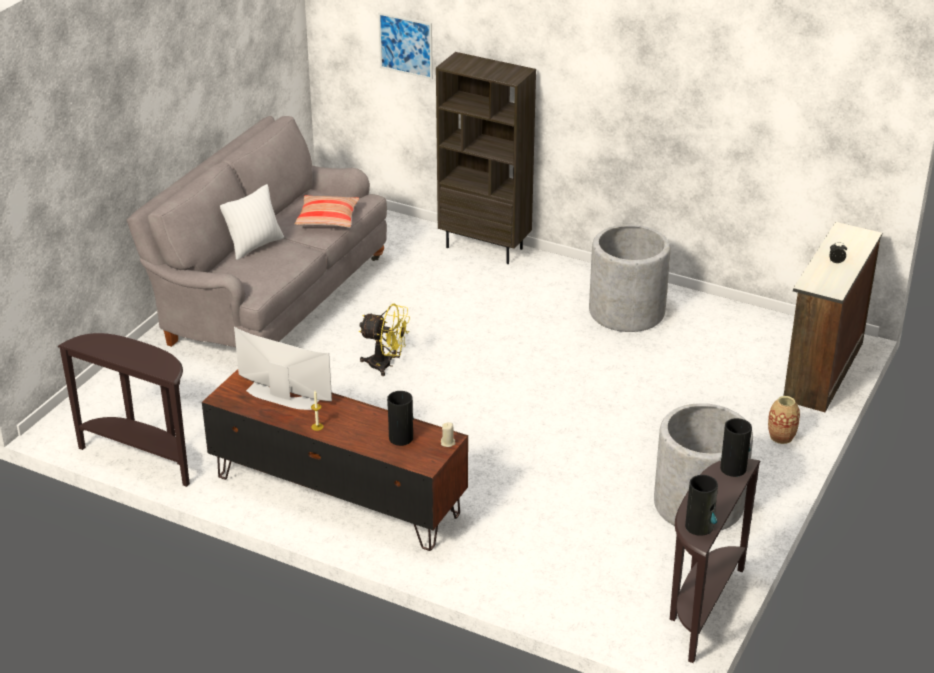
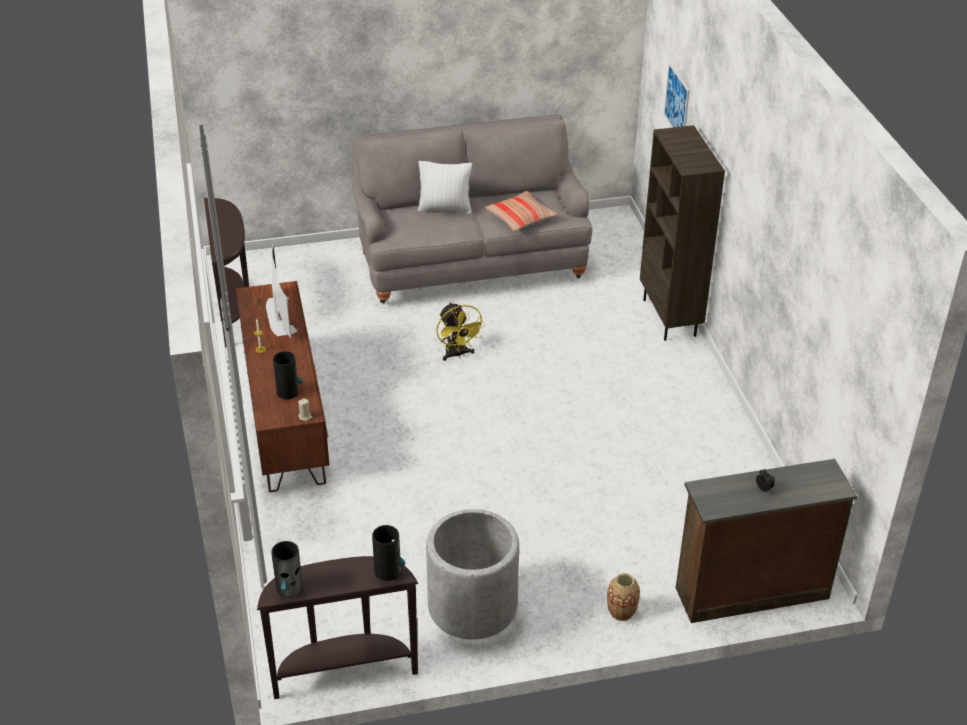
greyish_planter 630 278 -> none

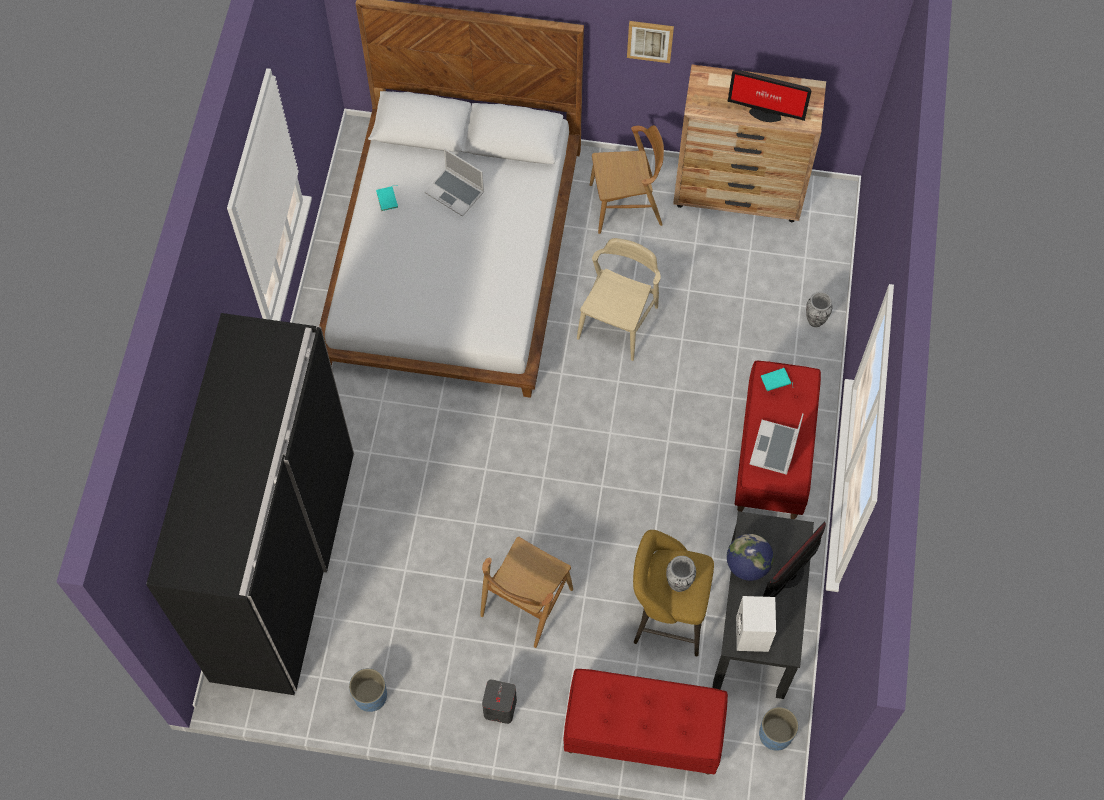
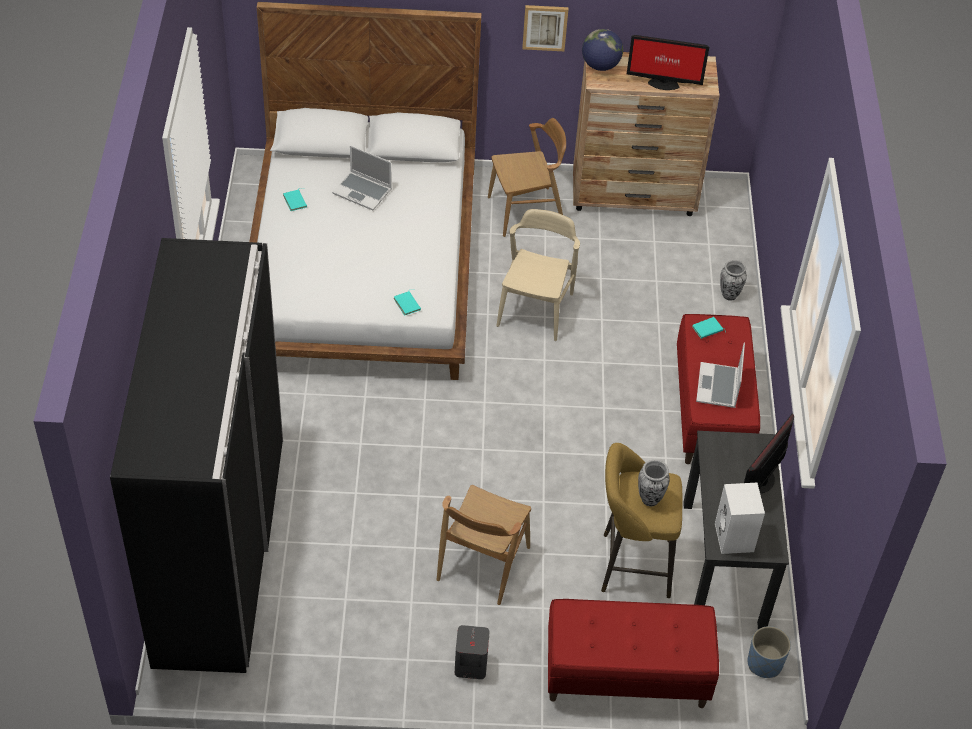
blue-coloured_planter 368 690 -> none
desk_globe 750 557 -> desk_globe 602 50, relocated
none -> blue-green_volume 407 303

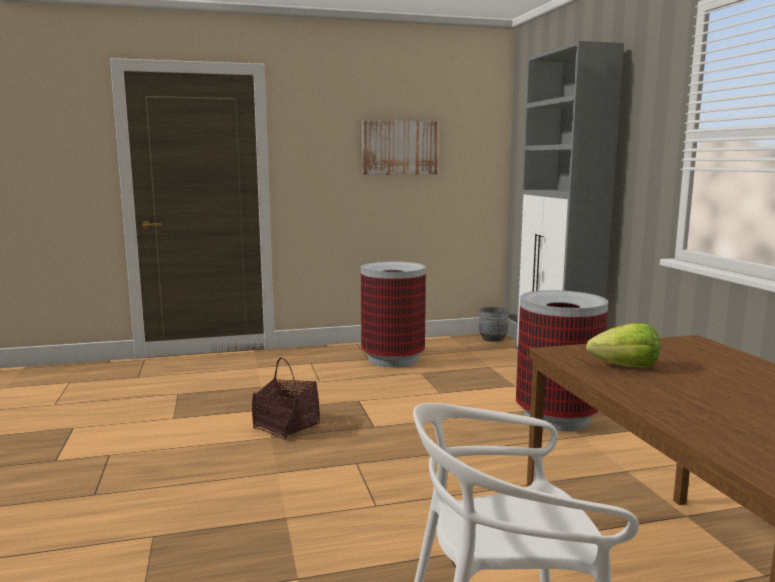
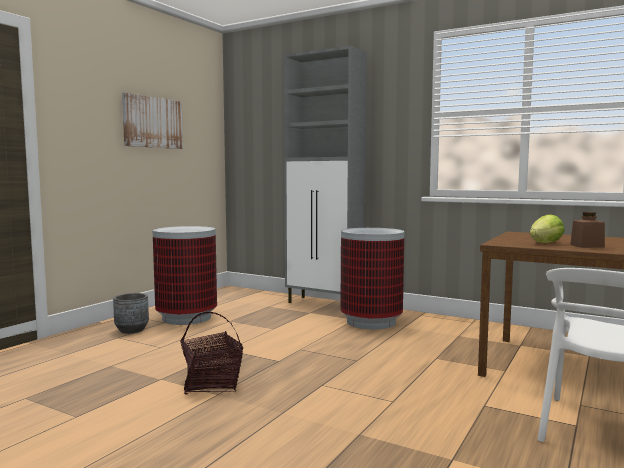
greyish_planter 494 324 -> greyish_planter 131 313, relocated
none -> brown-coloured_storage_jar 587 230

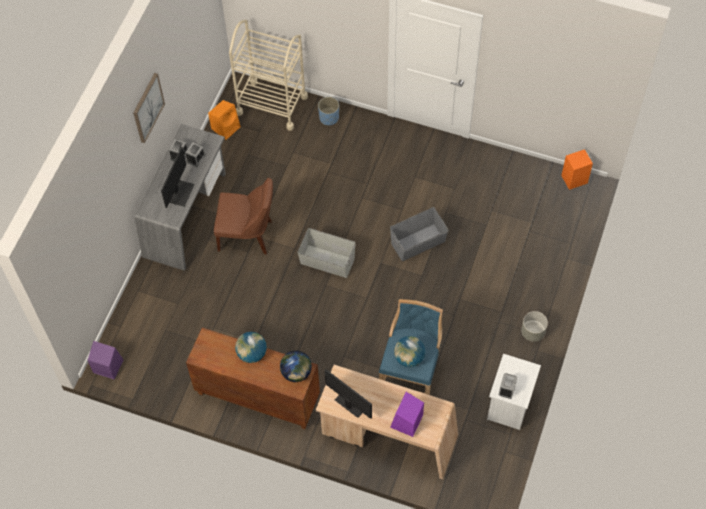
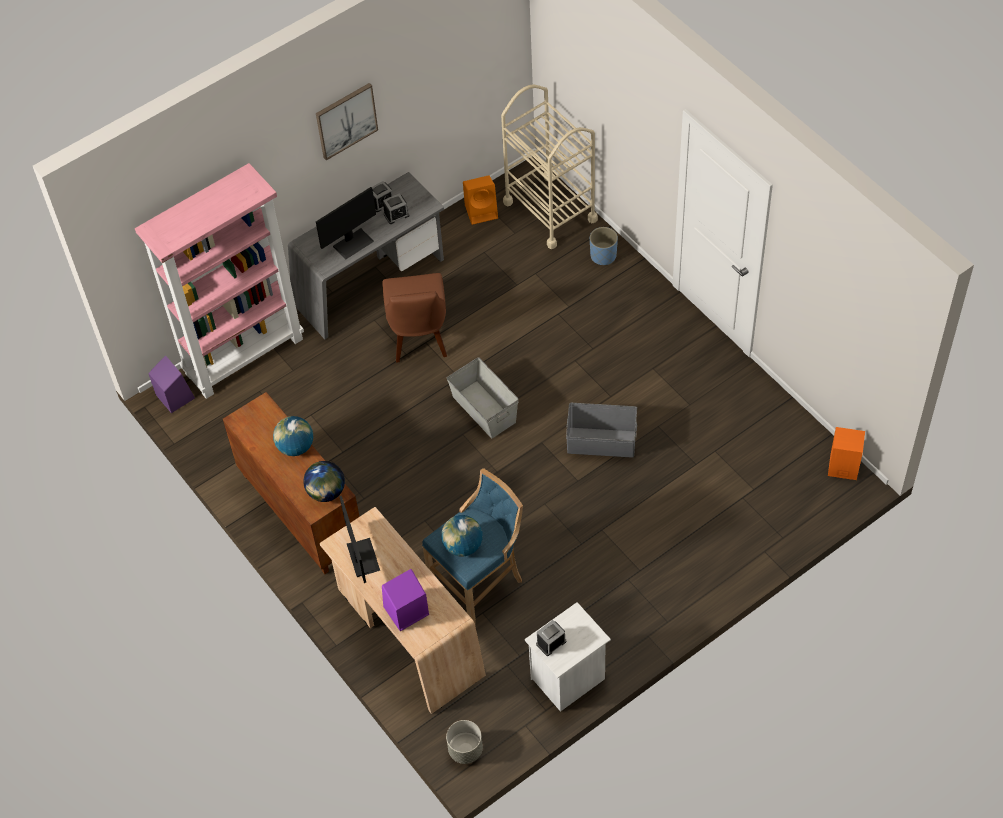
brown-coloured_plain_chair 243 216 -> brown-coloured_plain_chair 414 318, 45 degrees clockwise
greyish_planter 534 326 -> greyish_planter 464 742, relocated
none -> pinkish_bookcase 219 281

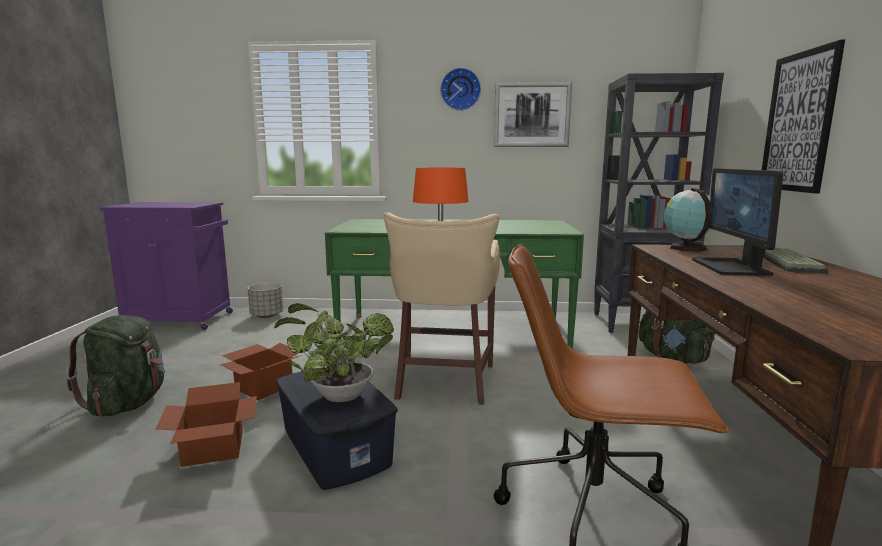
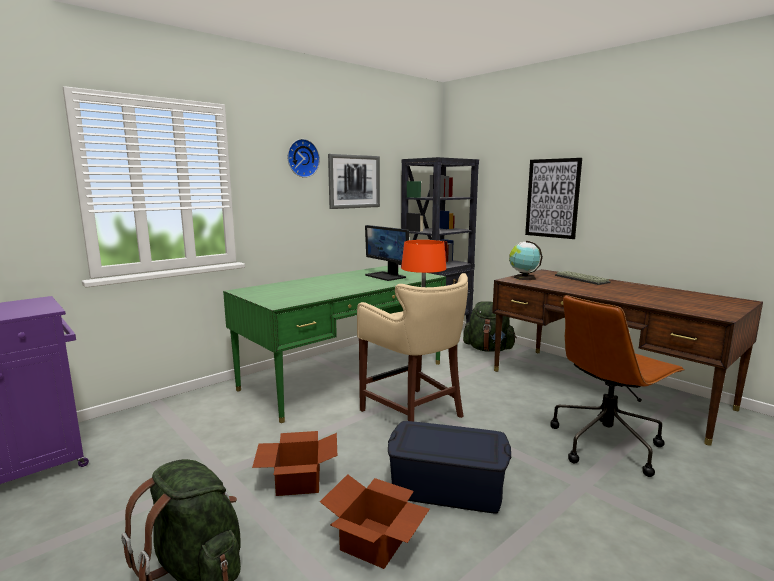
greyish_planter 265 300 -> none
houseplant 334 352 -> none
computer_display 737 222 -> computer_display 387 253, relocated

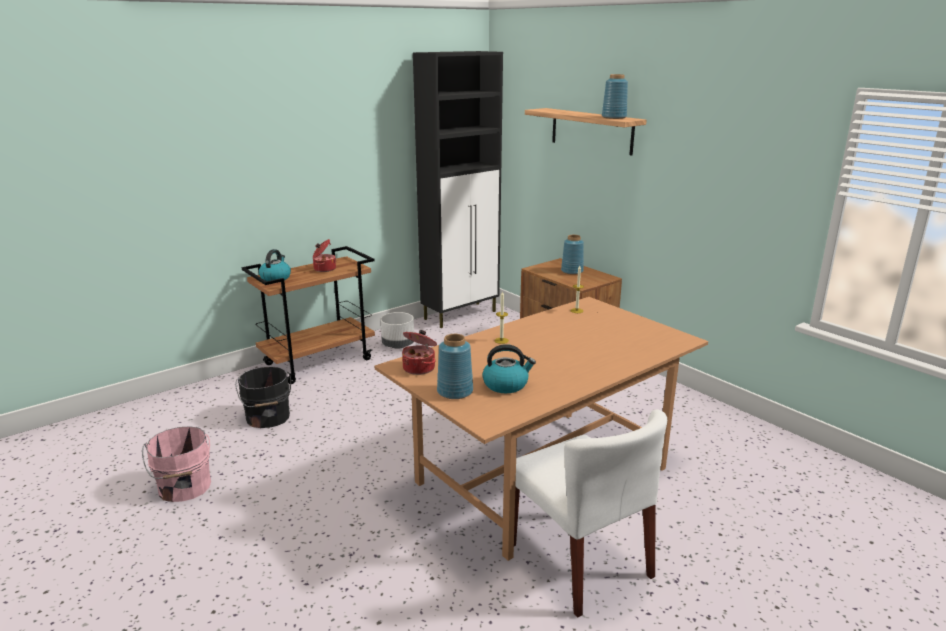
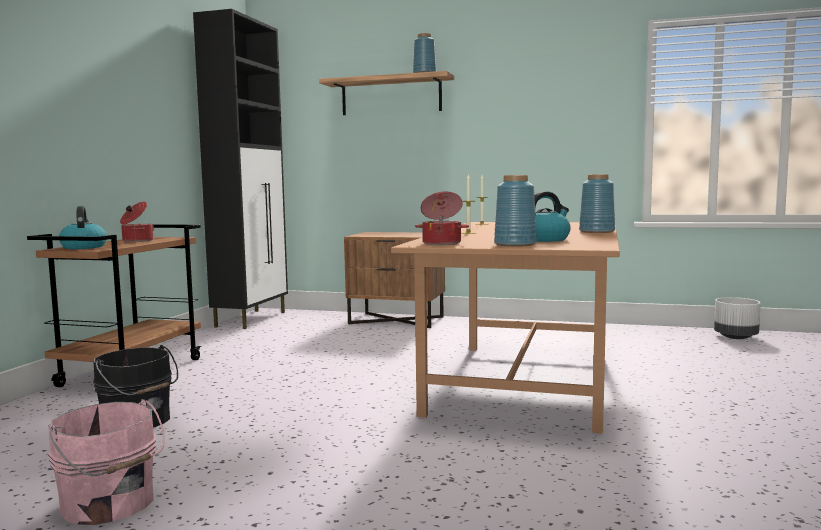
white-coloured_planter 397 330 -> white-coloured_planter 737 318, relocated
white-coloured_plain_chair 590 514 -> none
blue-coloured_flower_vase 572 255 -> blue-coloured_flower_vase 597 203, relocated

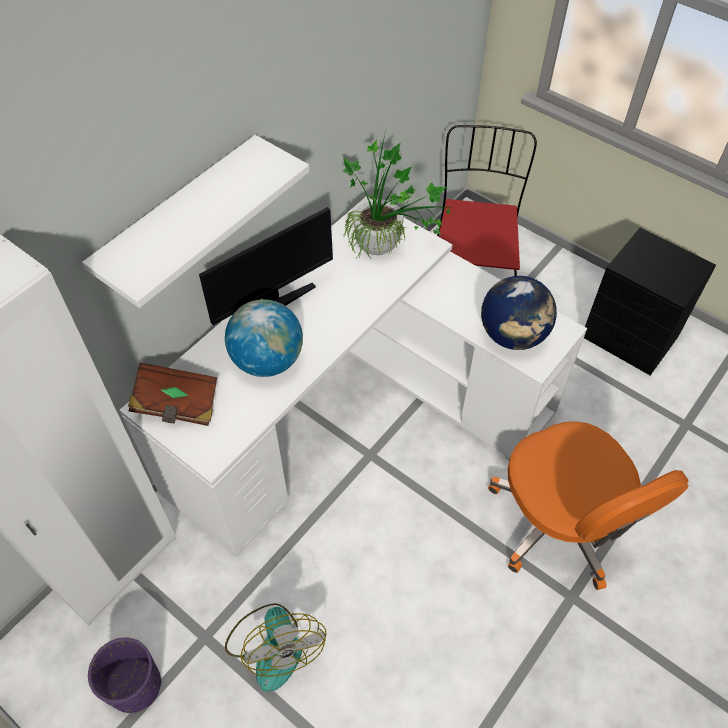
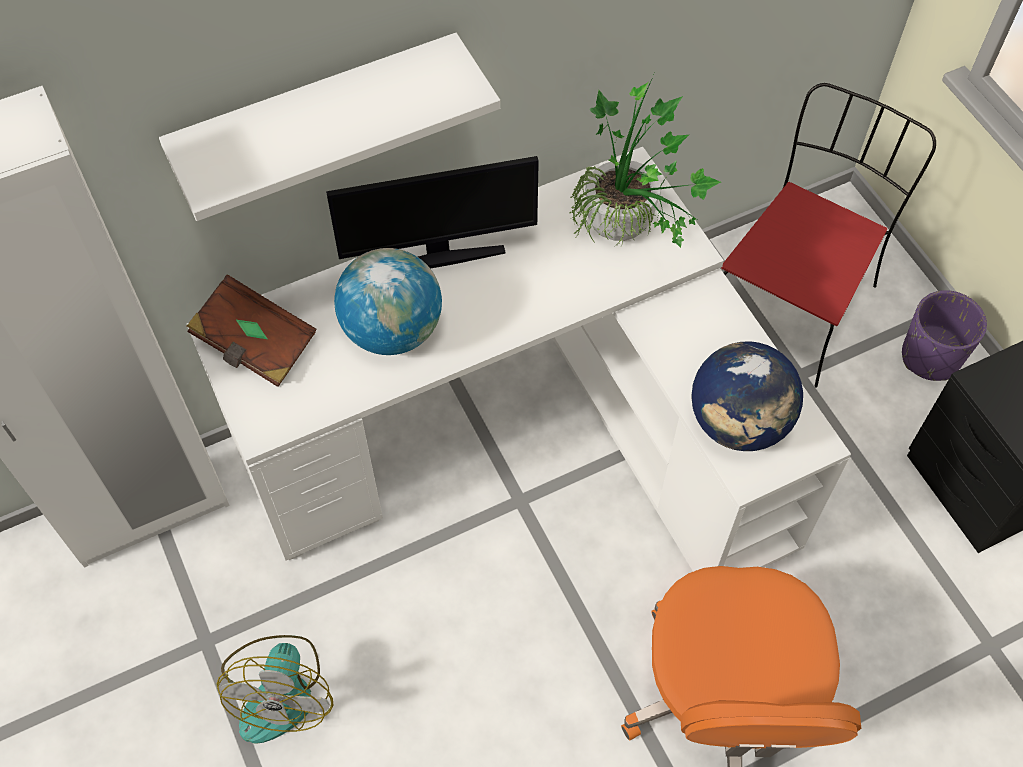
purplish_planter 124 675 -> purplish_planter 944 335, relocated

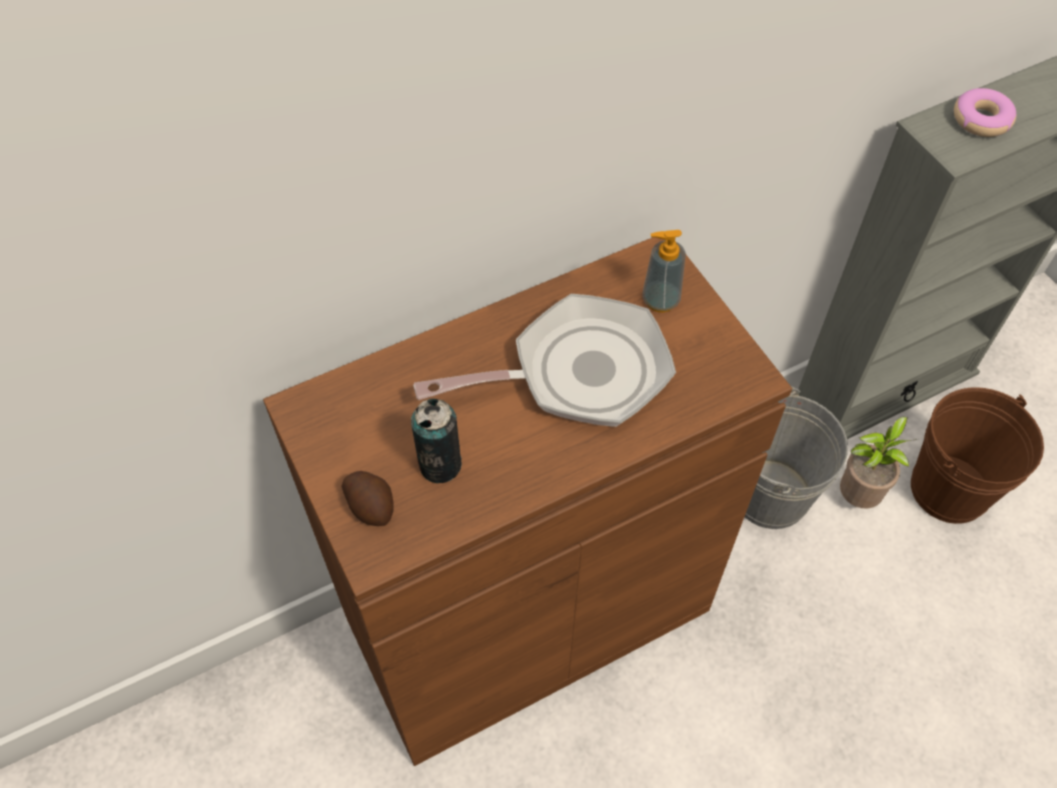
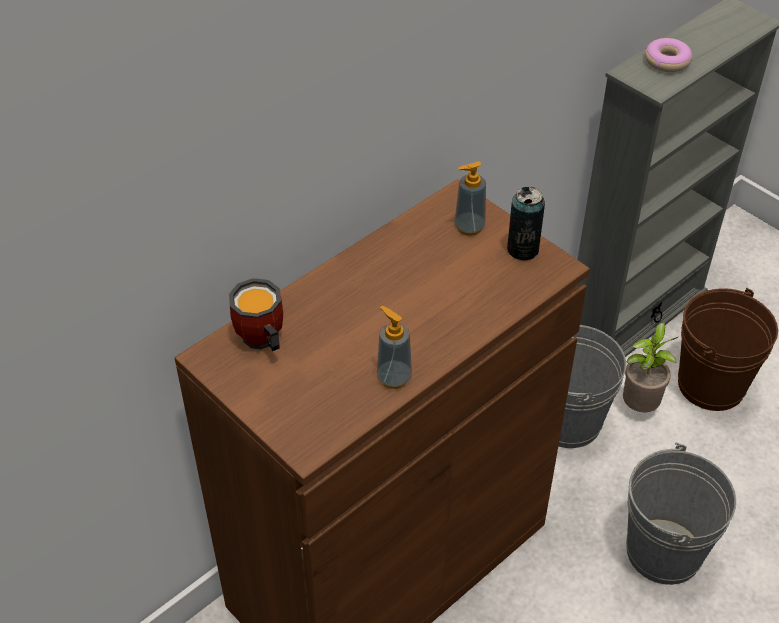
potato 367 498 -> none
metal_can 436 440 -> metal_can 526 223, relocated
frying_pan 544 360 -> none
none -> coffee_mug 256 314
none -> soap_dispenser 394 347
none -> greyish_pail 681 513

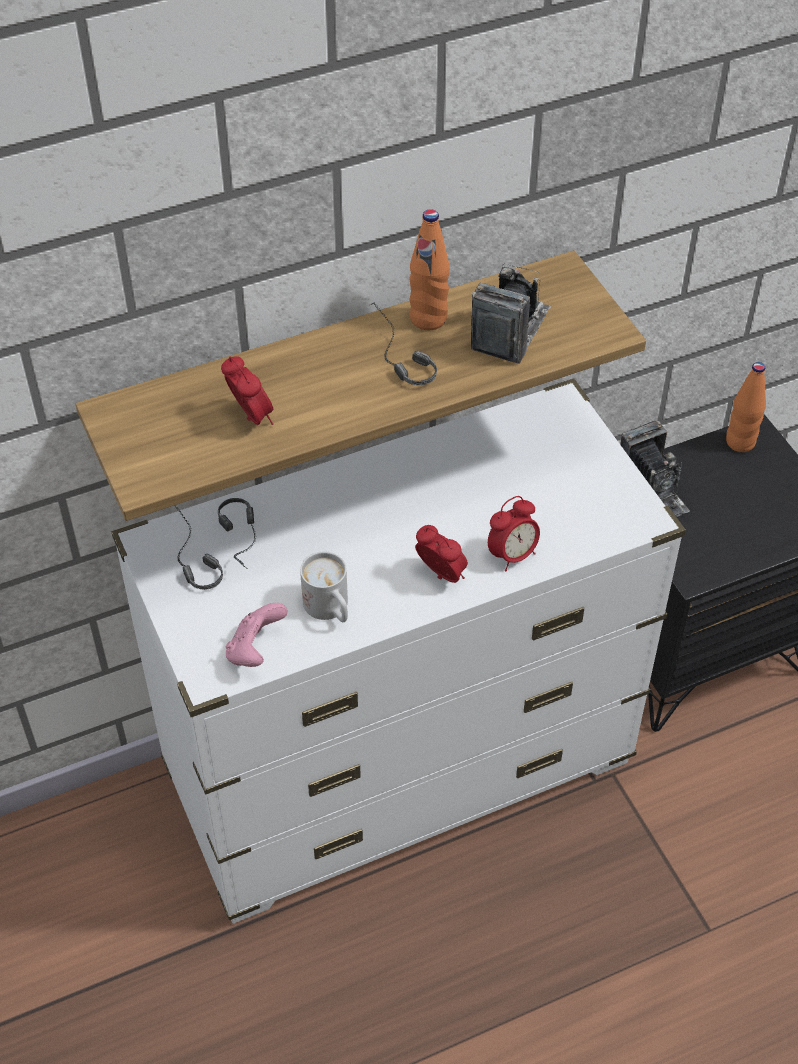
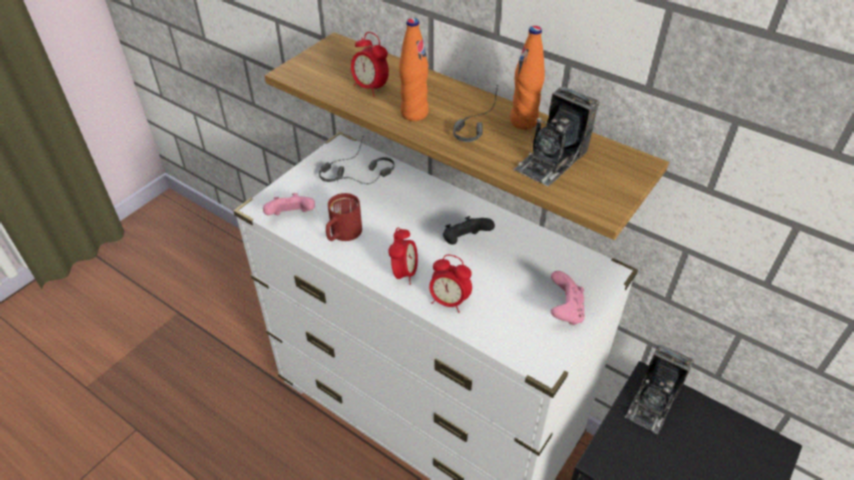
table_clock 247 390 -> table_clock 370 64, 105 degrees clockwise
white-coloured_coffee_mug 324 587 -> red_coffee_mug 344 217
photo_camera 511 314 -> photo_camera 556 136, 135 degrees clockwise
orange-coloured_drink_bottle 746 407 -> orange-coloured_drink_bottle 414 69, relocated
none -> black_joypad 469 230
none -> pinkish_joypad 568 298

